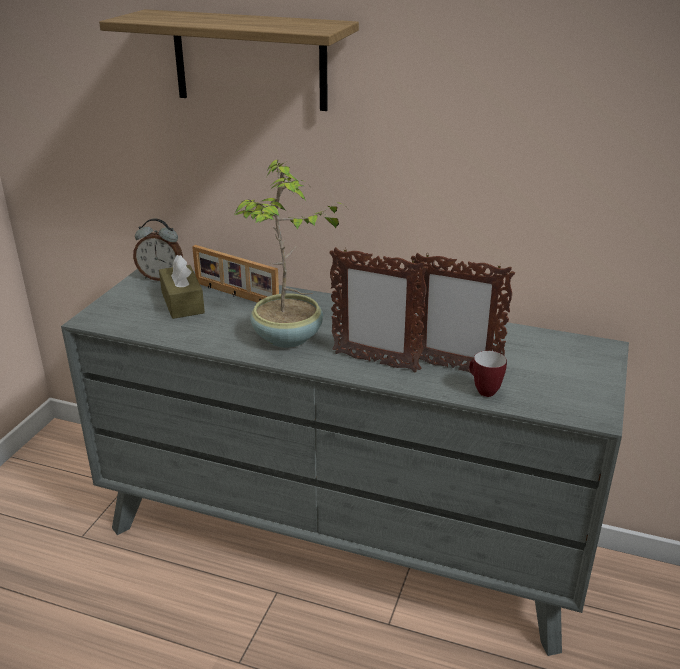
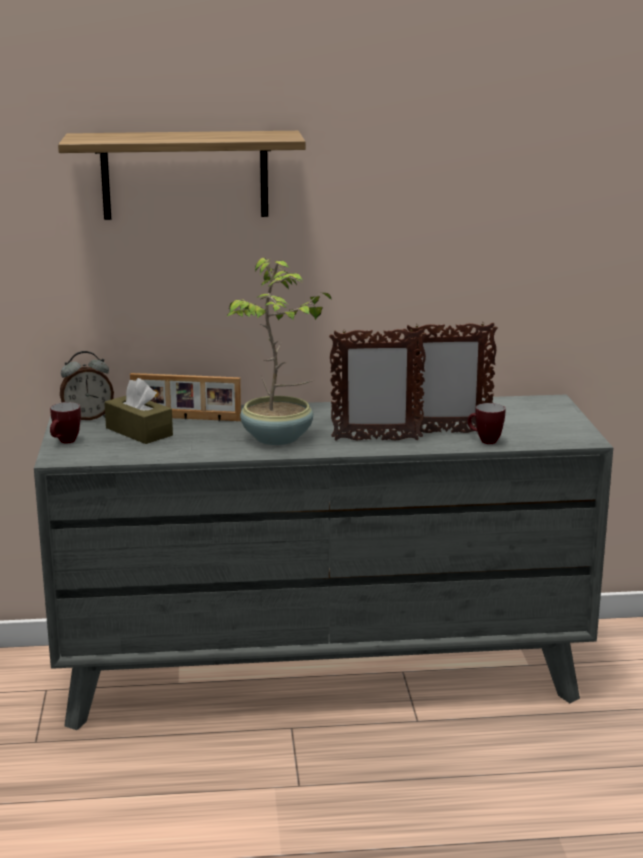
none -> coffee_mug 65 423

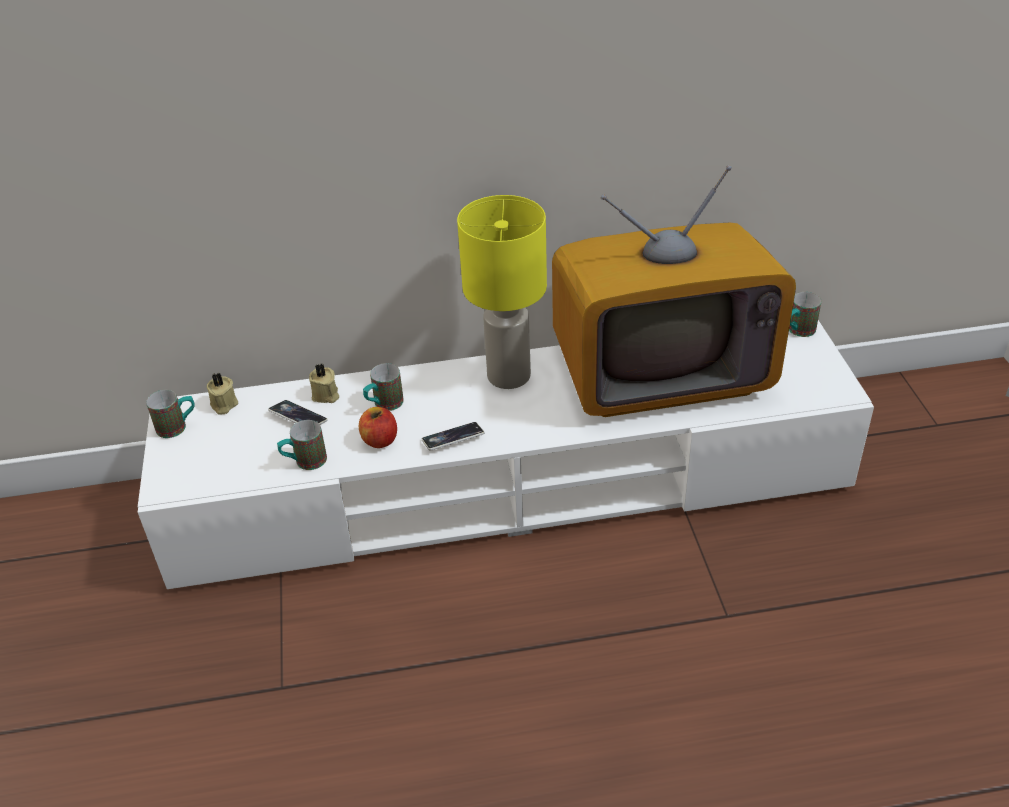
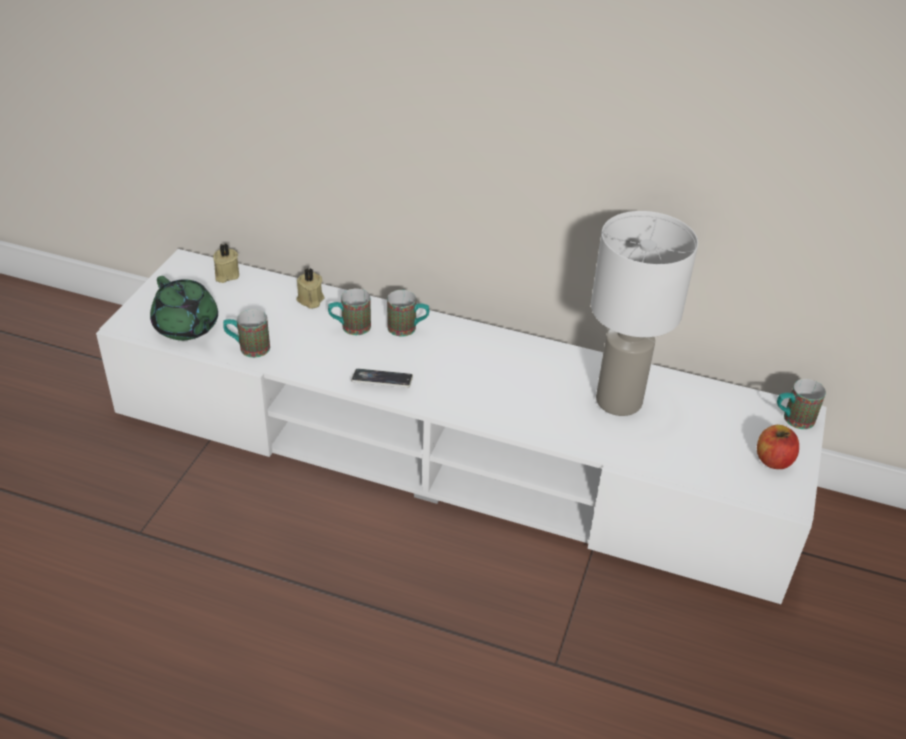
coffee_mug 170 414 -> coffee_mug 408 313, relocated
handset 298 412 -> none
apple 378 427 -> apple 778 447, relocated
yellowish_lamp_for_a_table 502 292 -> none
television 674 291 -> white-coloured_lamp_for_a_table 644 313
none -> greenish_pot_for_tea 184 308

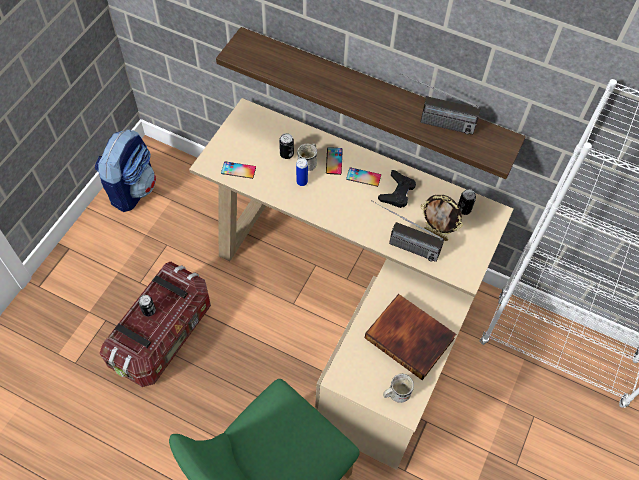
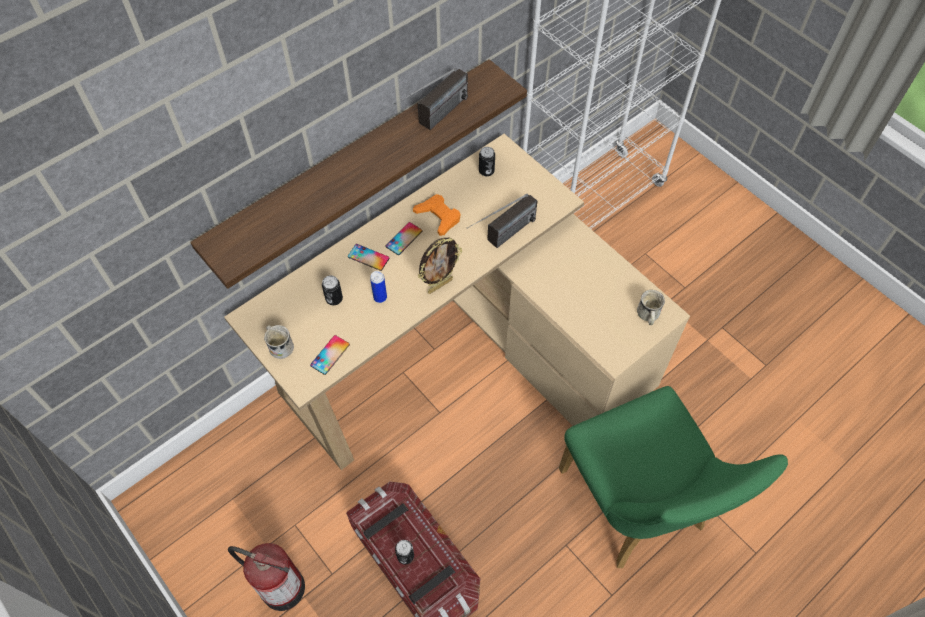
backpack 125 170 -> none
white-coloured_coffee_mug 307 157 -> white-coloured_coffee_mug 279 342, relocated
volume 410 337 -> none
black_joypad 397 189 -> orange-coloured_joypad 437 215
photo_frame 441 218 -> photo_frame 440 266, relocated
none -> fire-fighting_cylinder 266 577

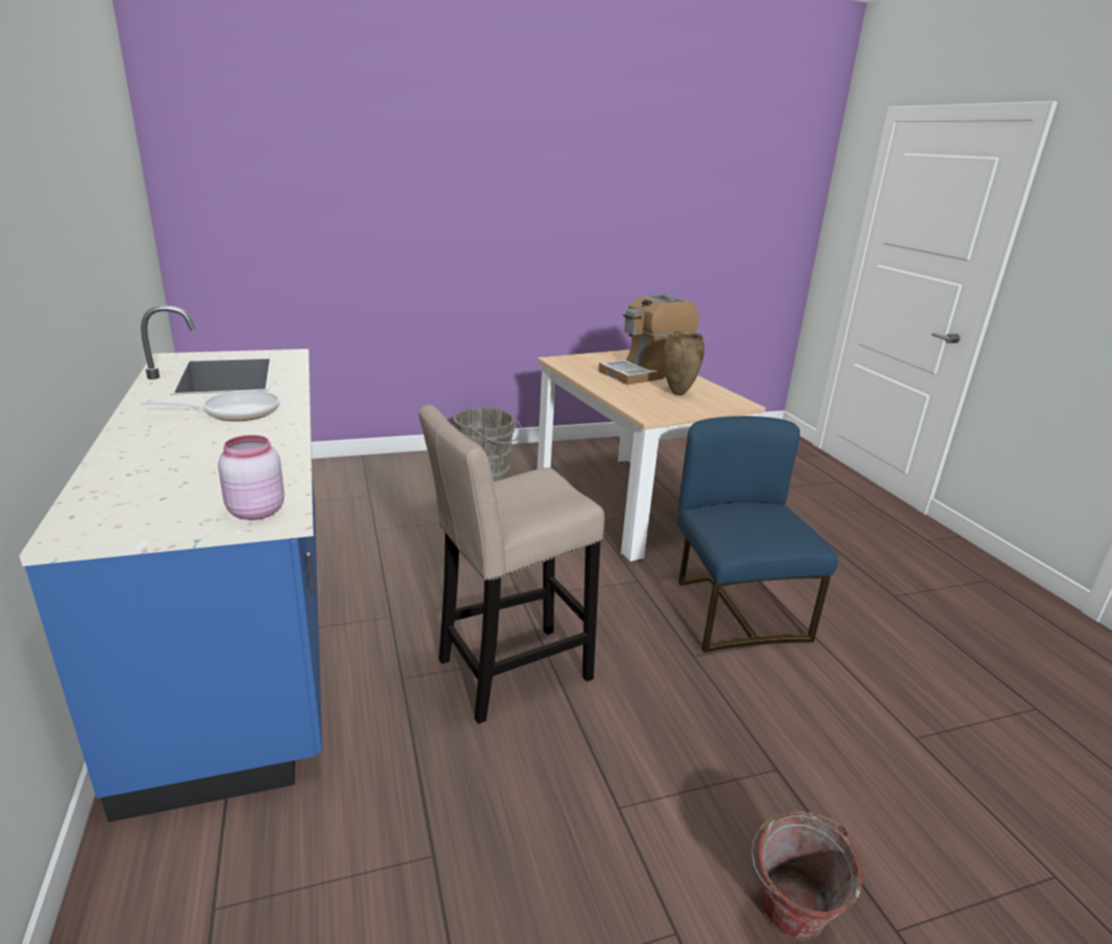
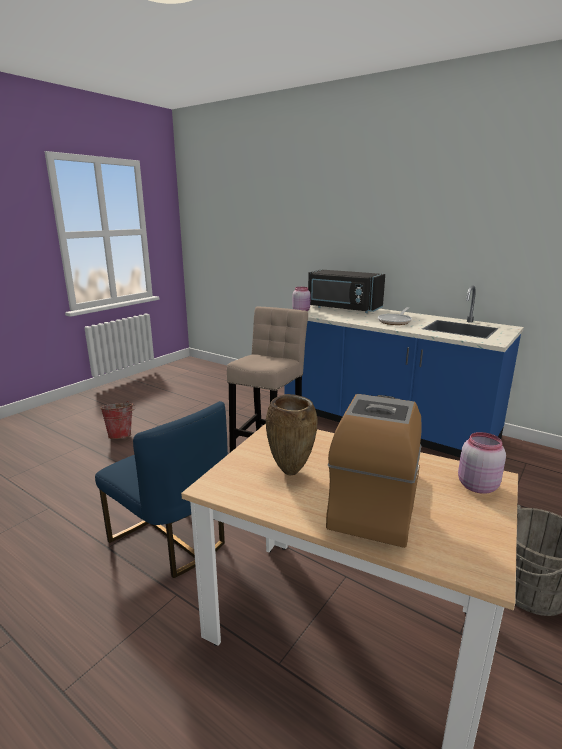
none -> black_kitchen_microwave 346 291
none -> pinkish_storage_jar 482 463

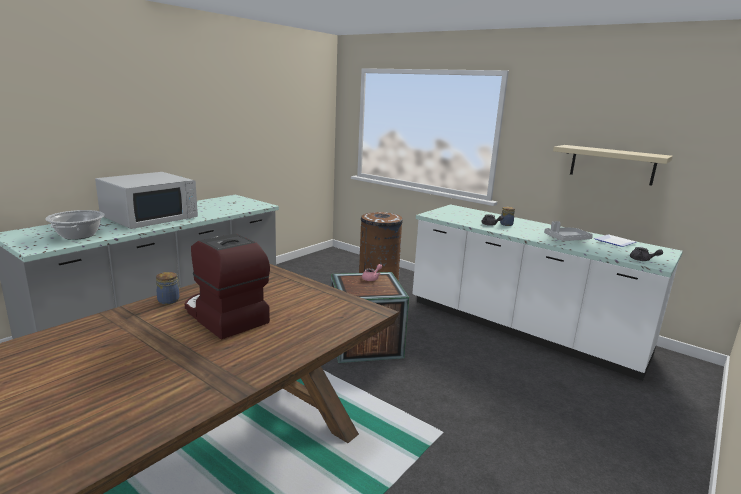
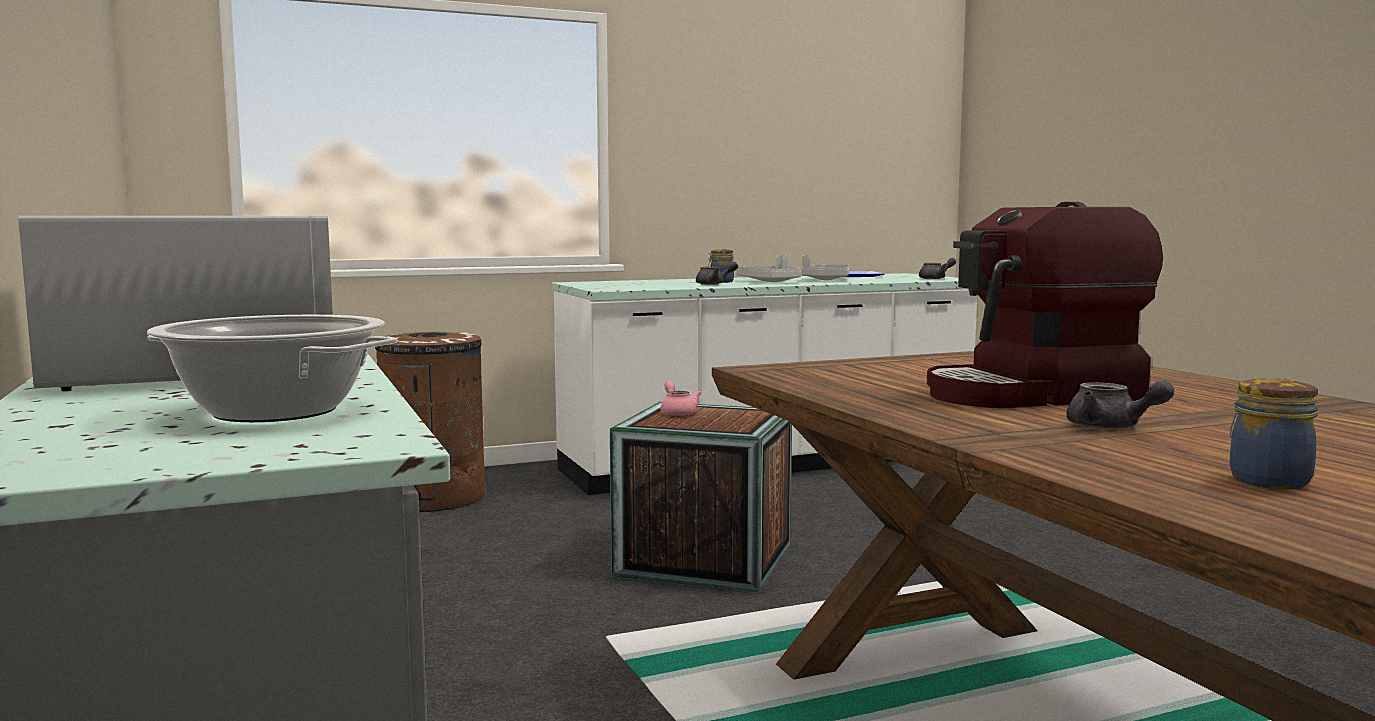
storage_jar 168 288 -> storage_jar 1273 433, relocated
beige-coloured_wall_shelf 613 165 -> none
none -> greyish_tray 768 268
none -> greyish_pot_for_tea 1120 405

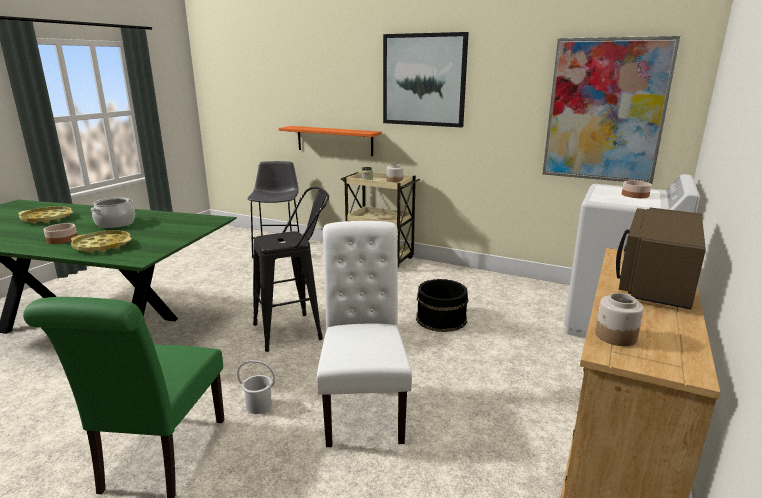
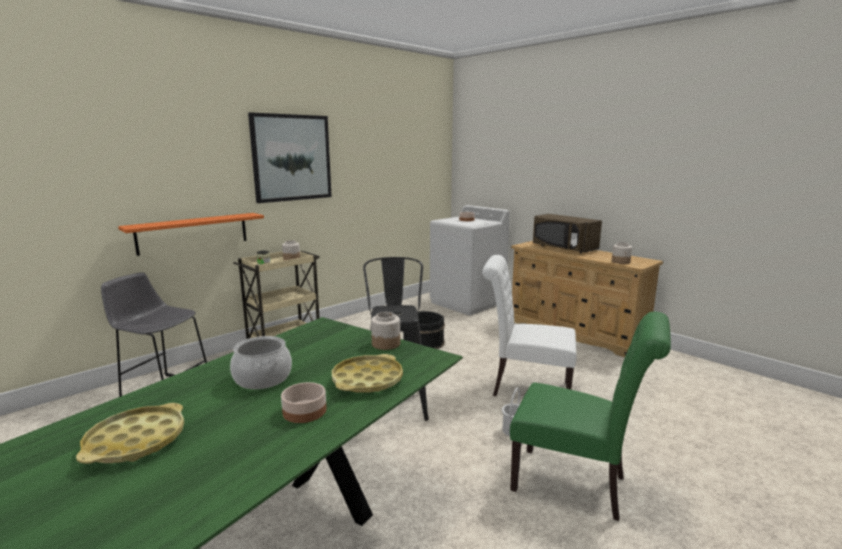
wall_picture 611 110 -> none
none -> storage_jar 385 331

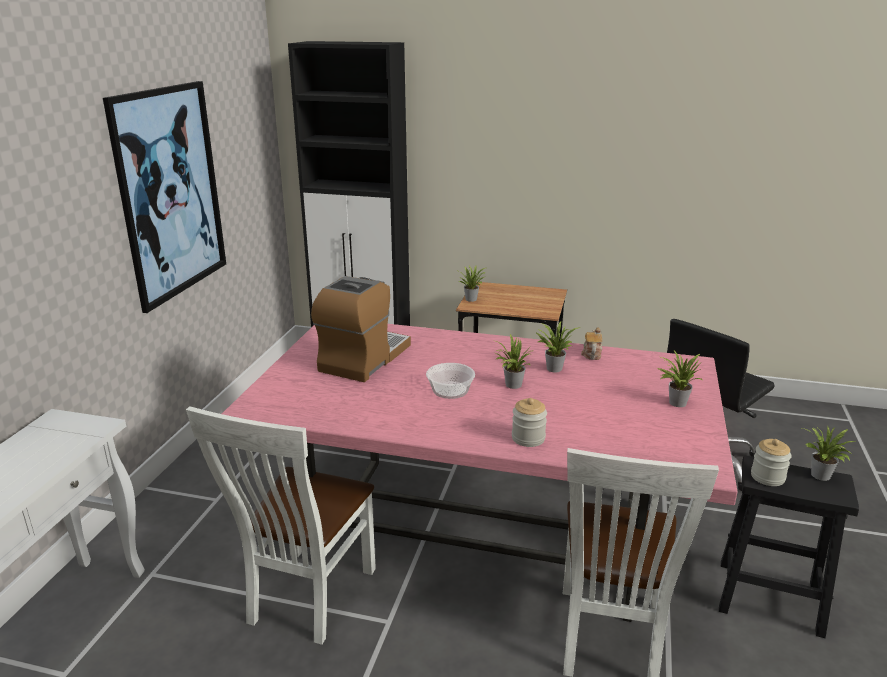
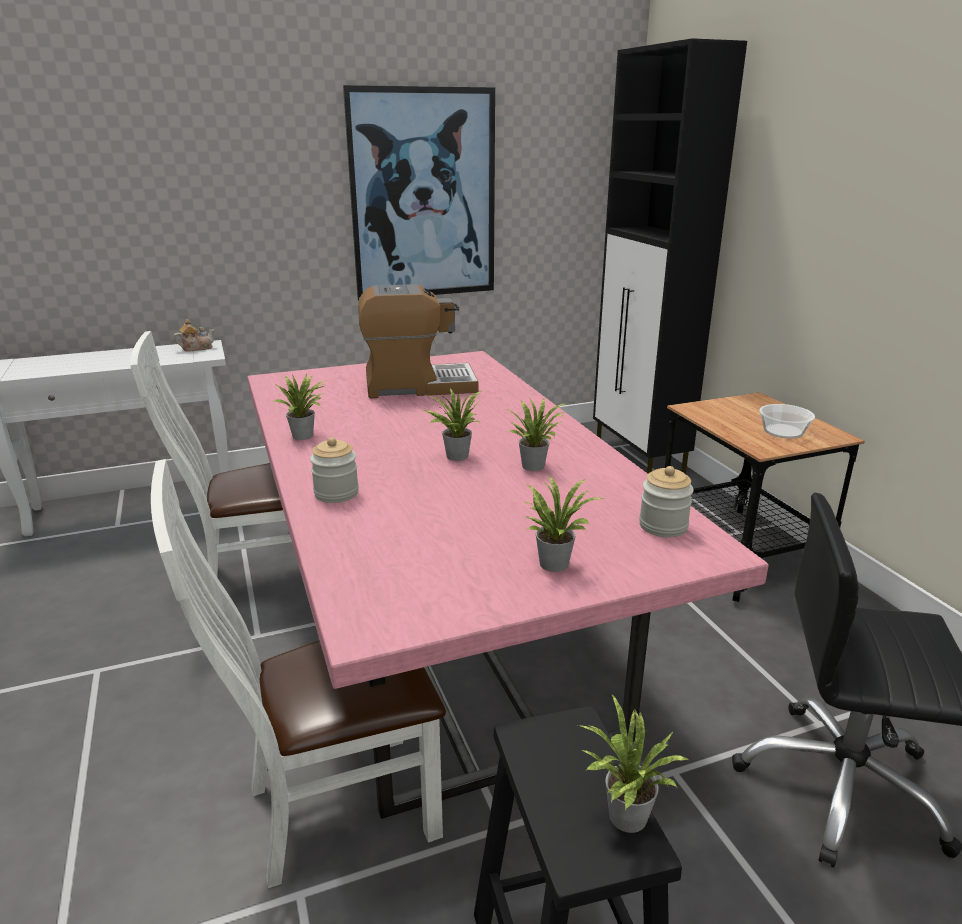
deep_dish 450 381 -> deep_dish 787 421, relocated
houseplant 472 284 -> houseplant 300 407, relocated
pot_for_tea 591 343 -> pot_for_tea 194 335, relocated
storage_jar 771 462 -> storage_jar 666 501, relocated

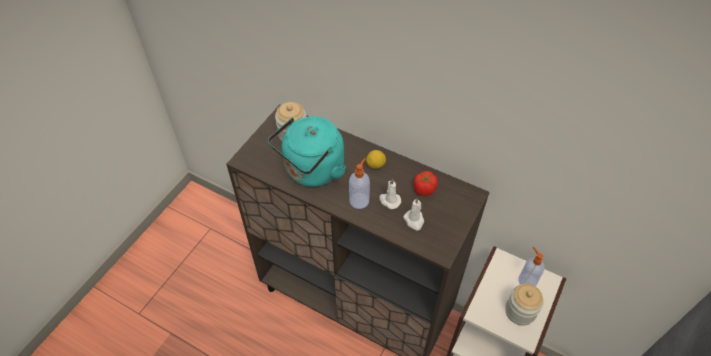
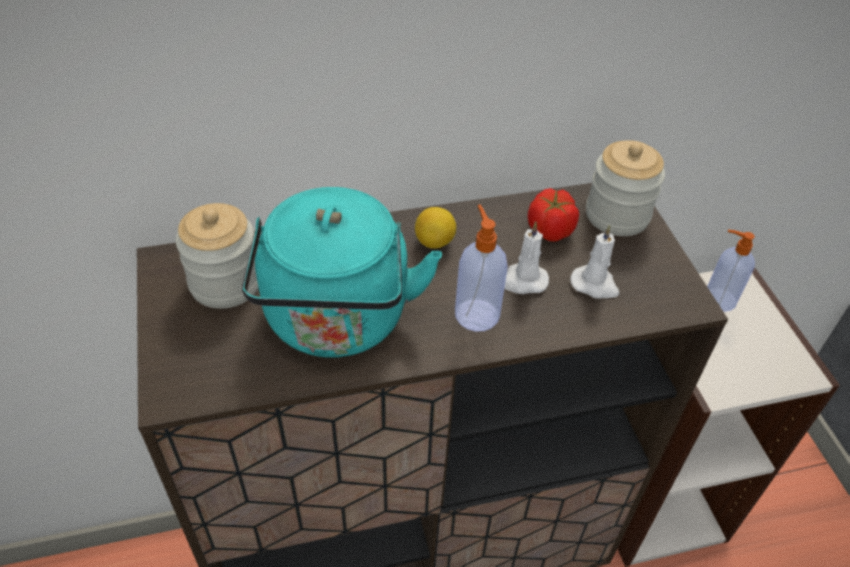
storage_jar 524 305 -> storage_jar 625 188, relocated

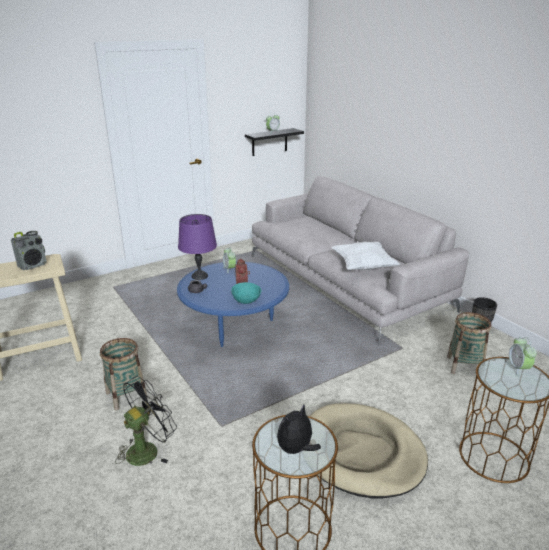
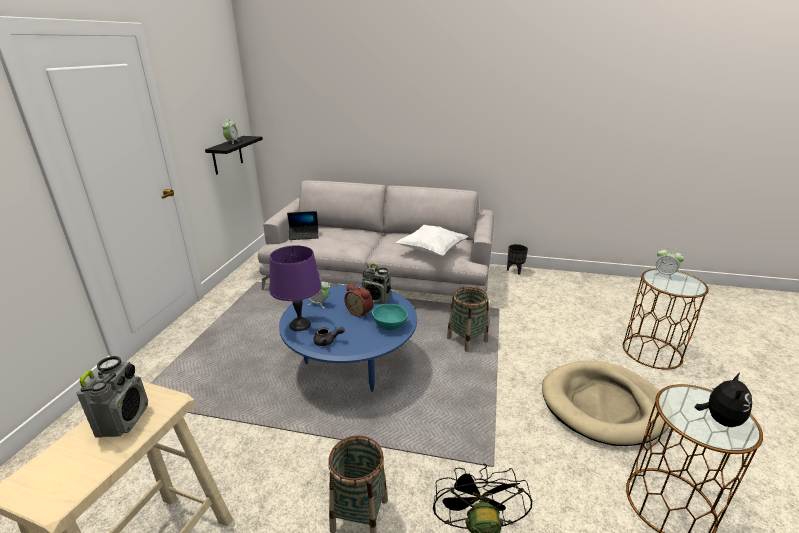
plush_toy 299 429 -> plush_toy 723 399, 150 degrees counterclockwise
basket 469 343 -> basket 468 319, relocated
none -> portable_computer 303 225
none -> radio 376 284

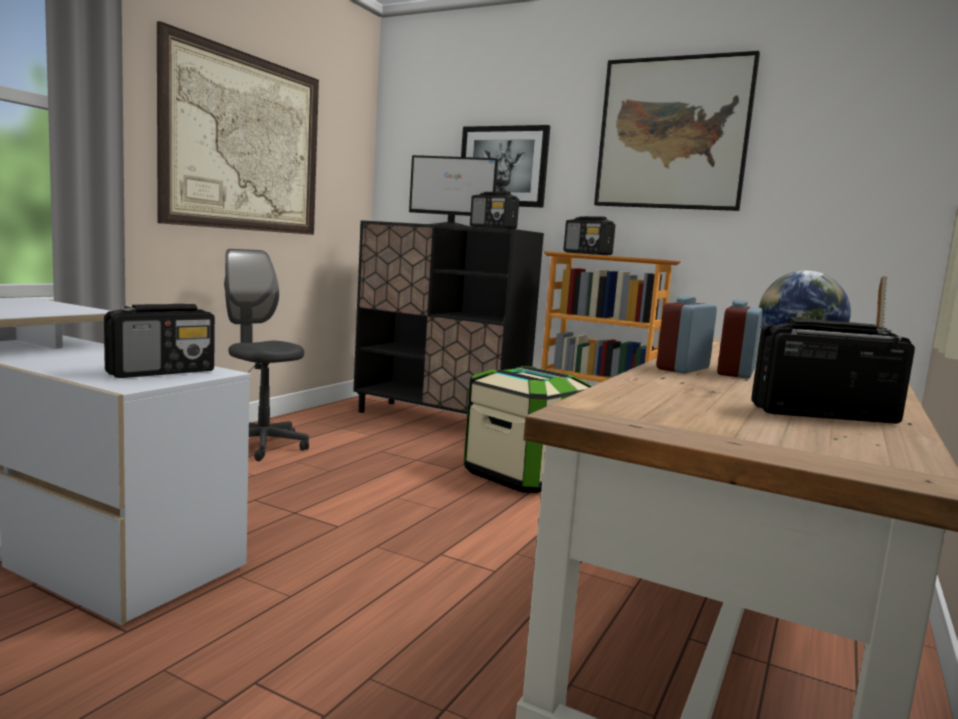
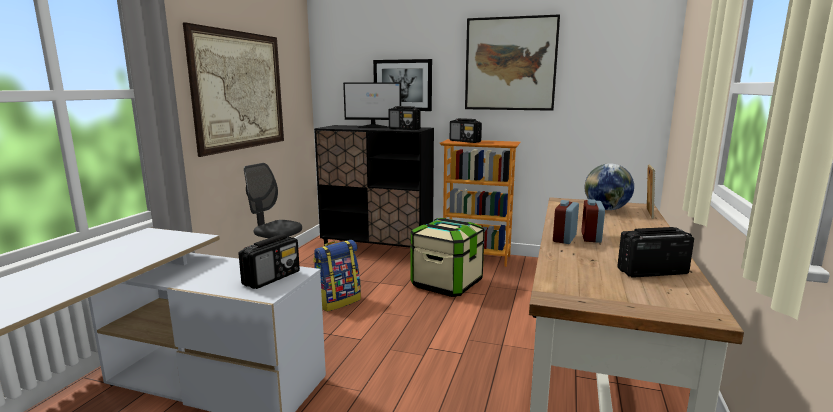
none -> backpack 337 276

